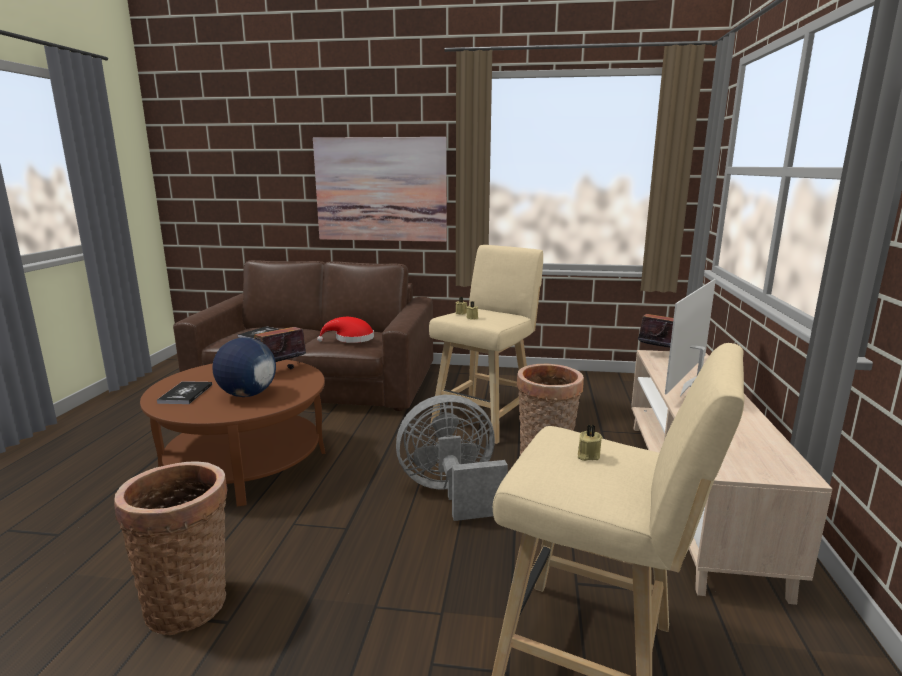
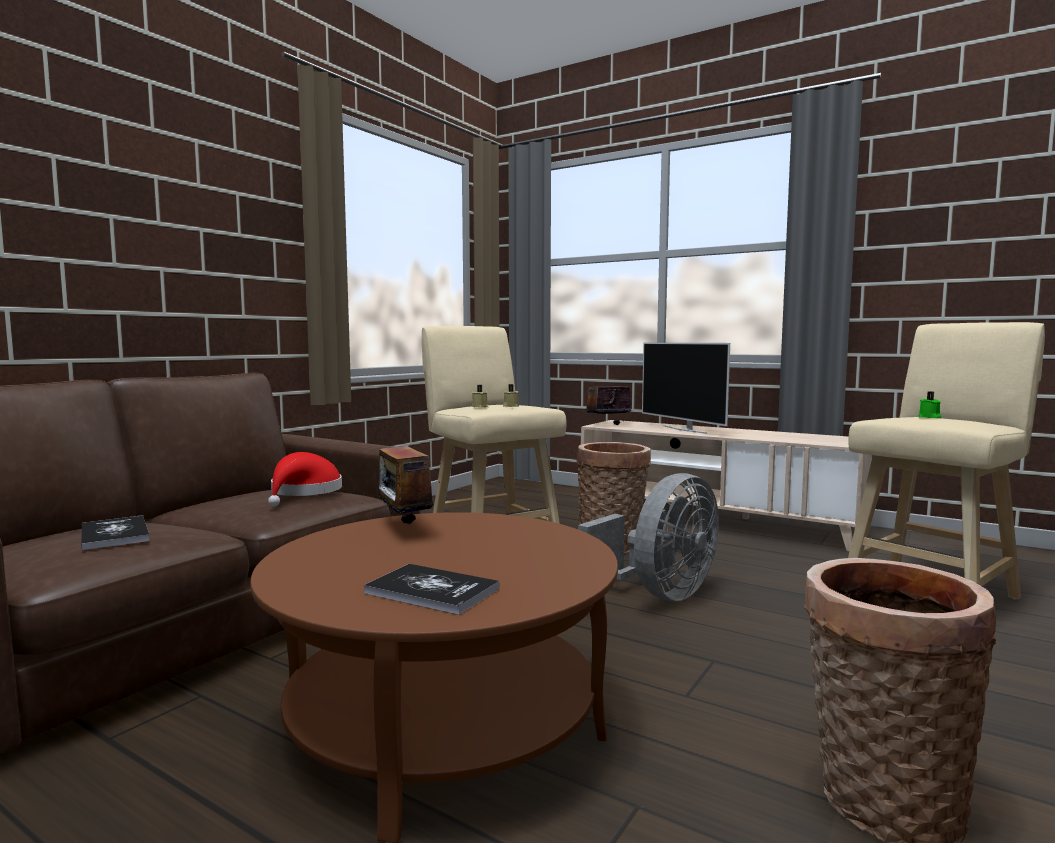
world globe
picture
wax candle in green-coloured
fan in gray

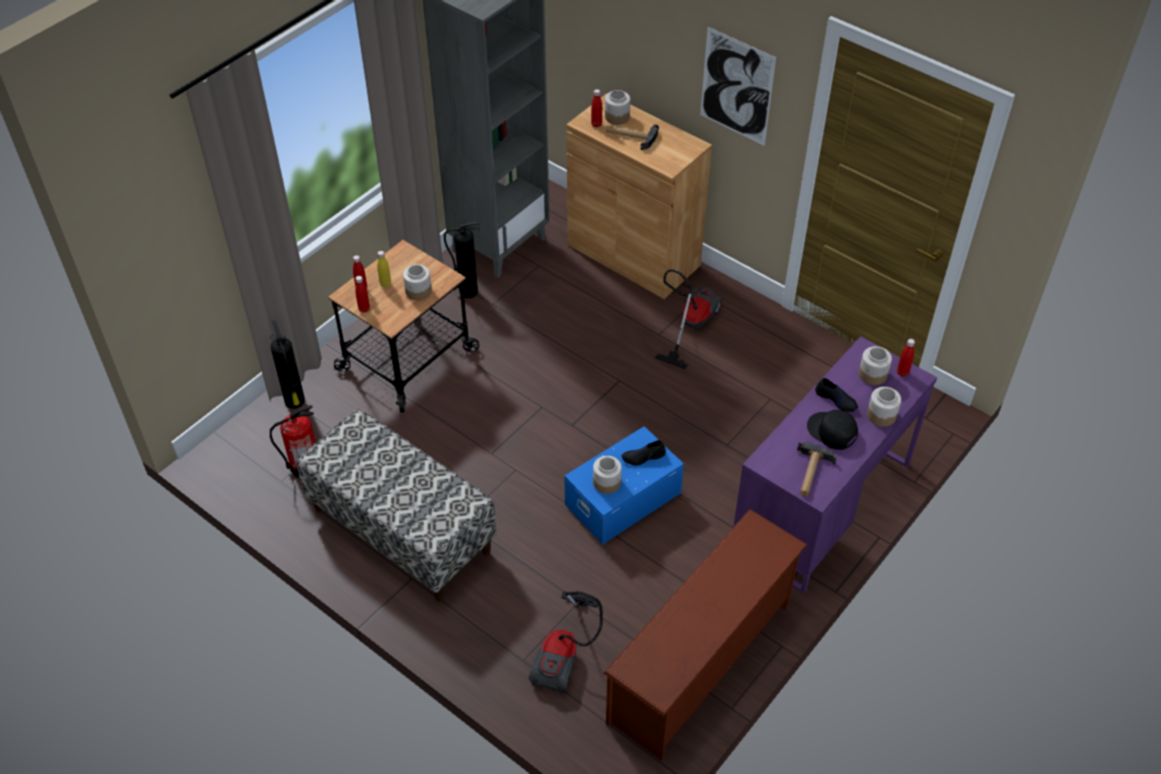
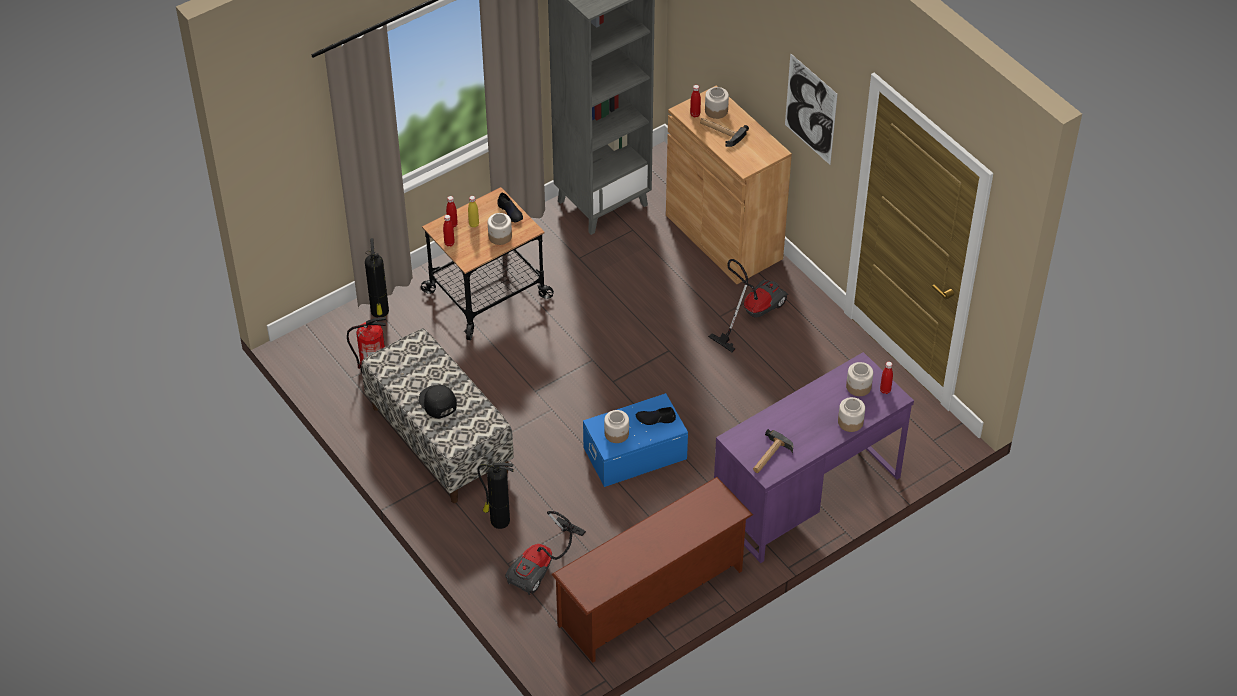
extinguisher (no. 3 from left)
baseball cap in black-coloured
low shoe in black-coloured (no. 1 from left)

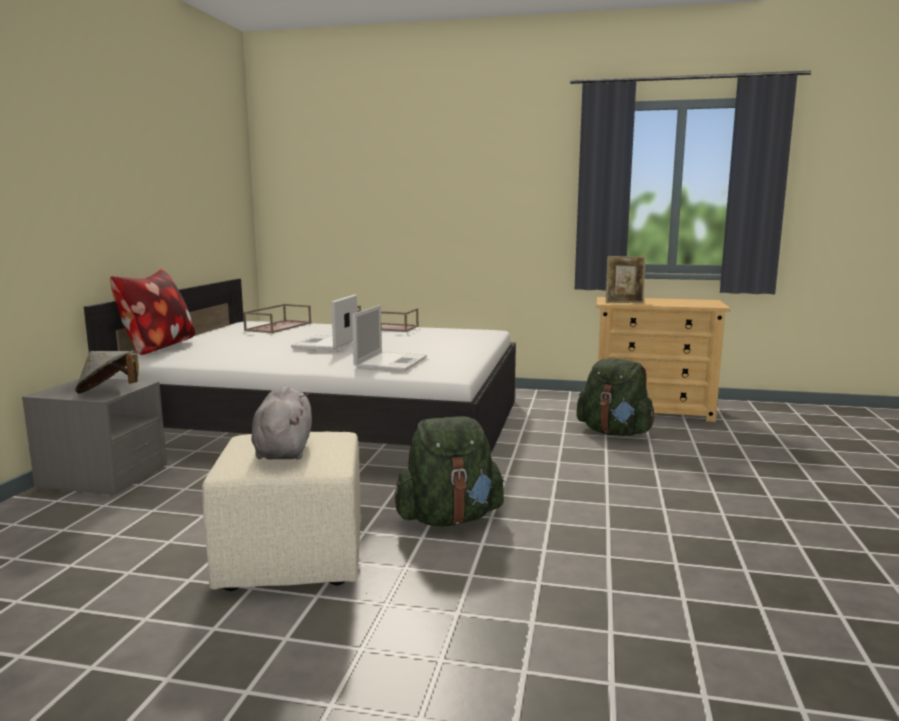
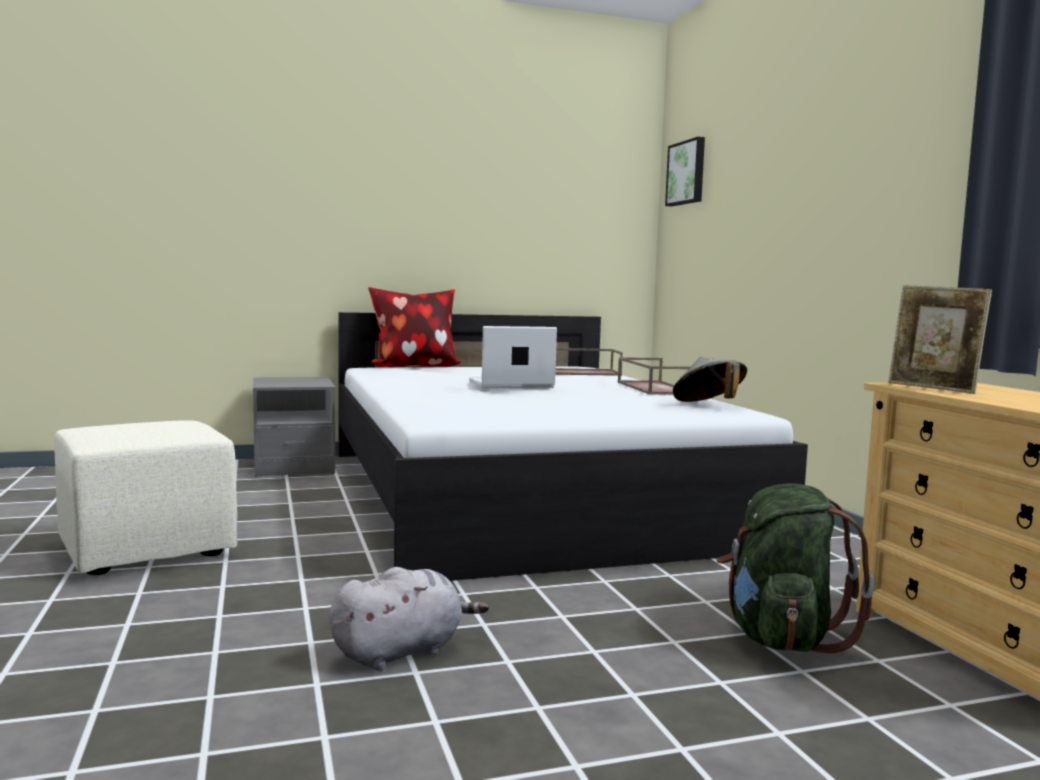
laptop (no. 2 from left in the first image)
knapsack in green-coloured (no. 1 from left in the first image)
picture
clothing hat in gray
soft toy in gray

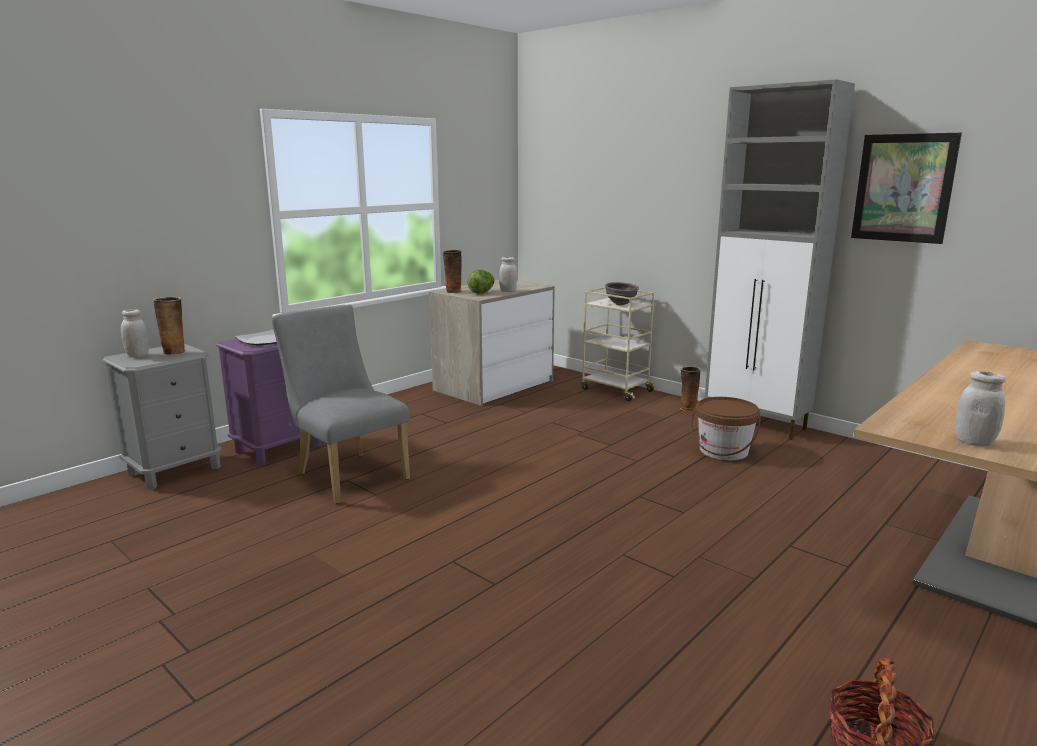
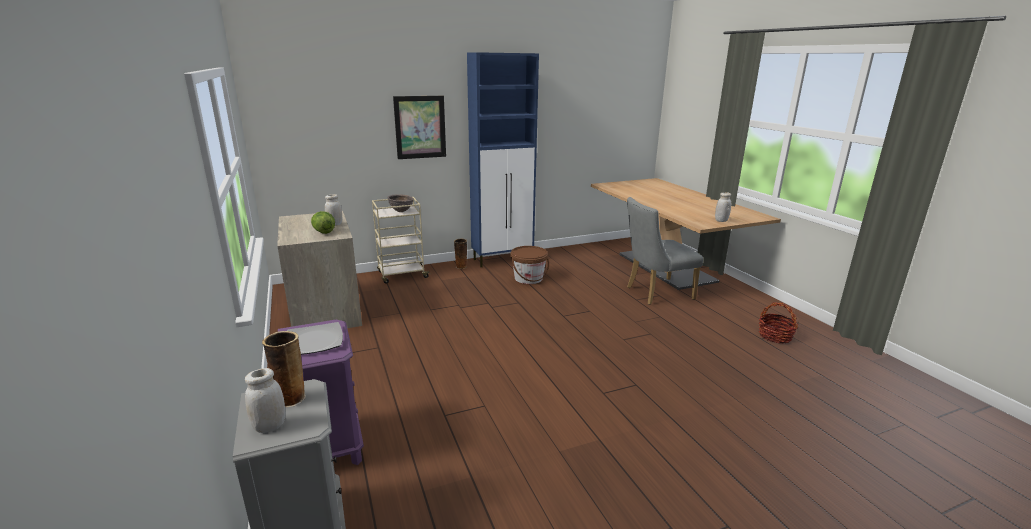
vase (no. 2 from left in the first image)
upright chair in gray
picture
cupboard in blue-coloured

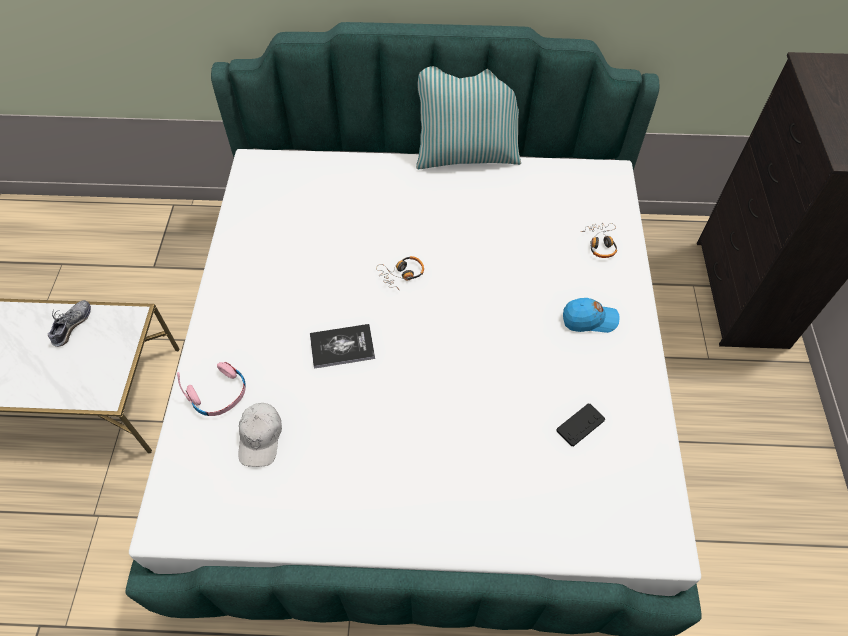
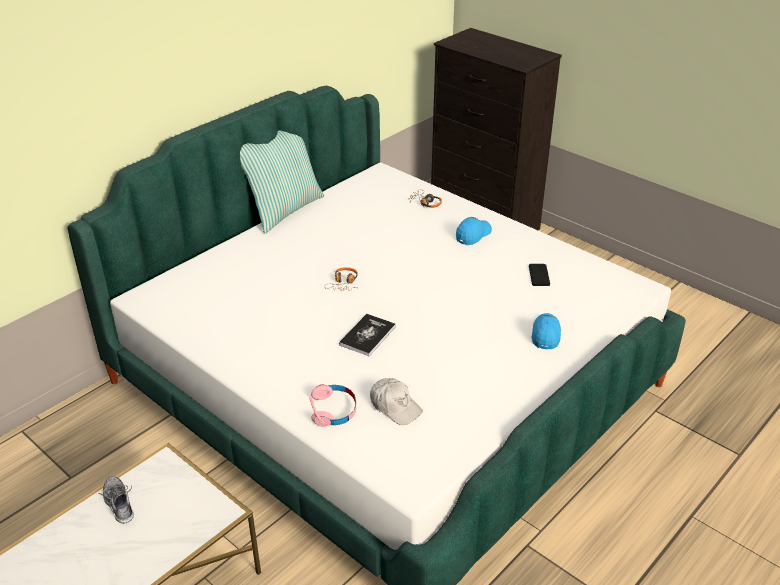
baseball cap in blue-coloured (no. 2 from left)

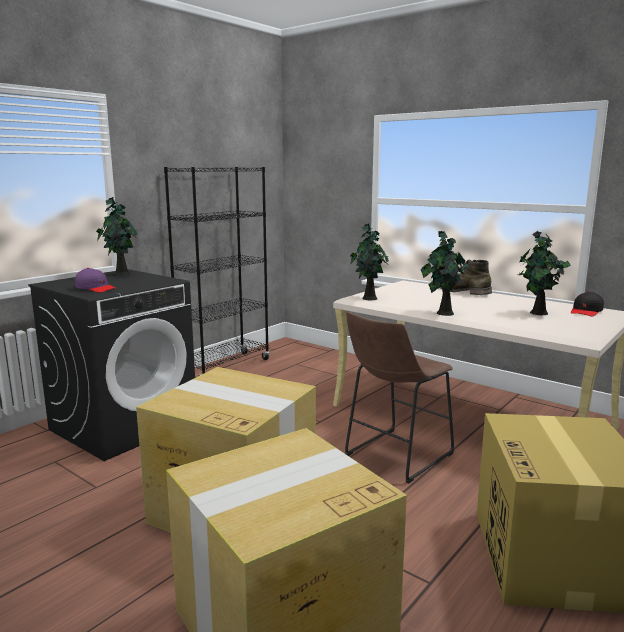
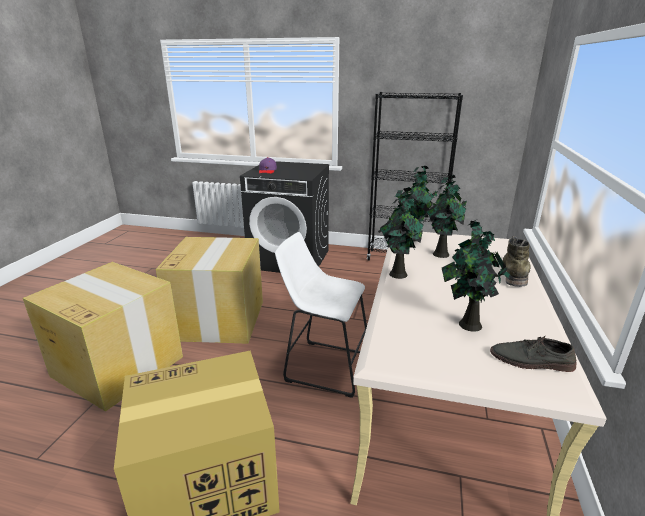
houseplant (no. 3 from left)
low shoe in gray
stool in white-coloured

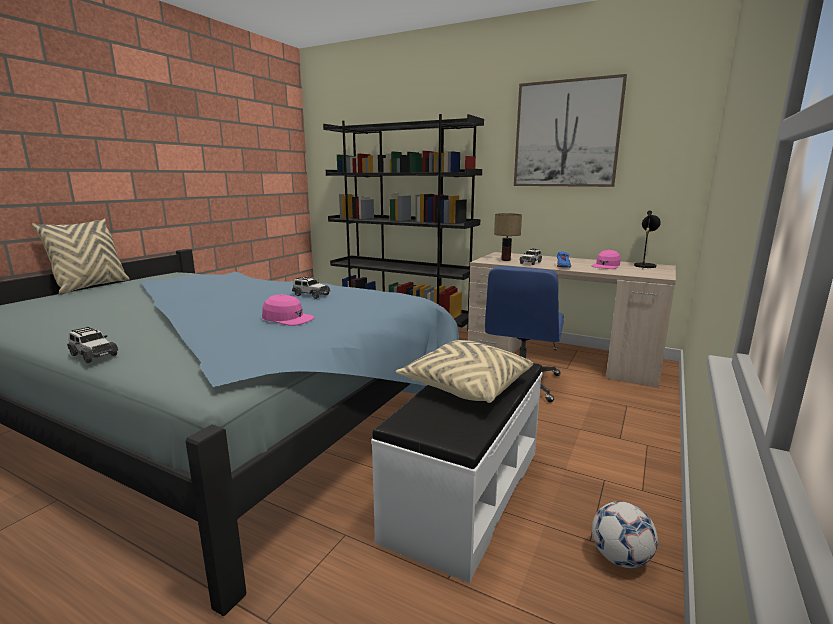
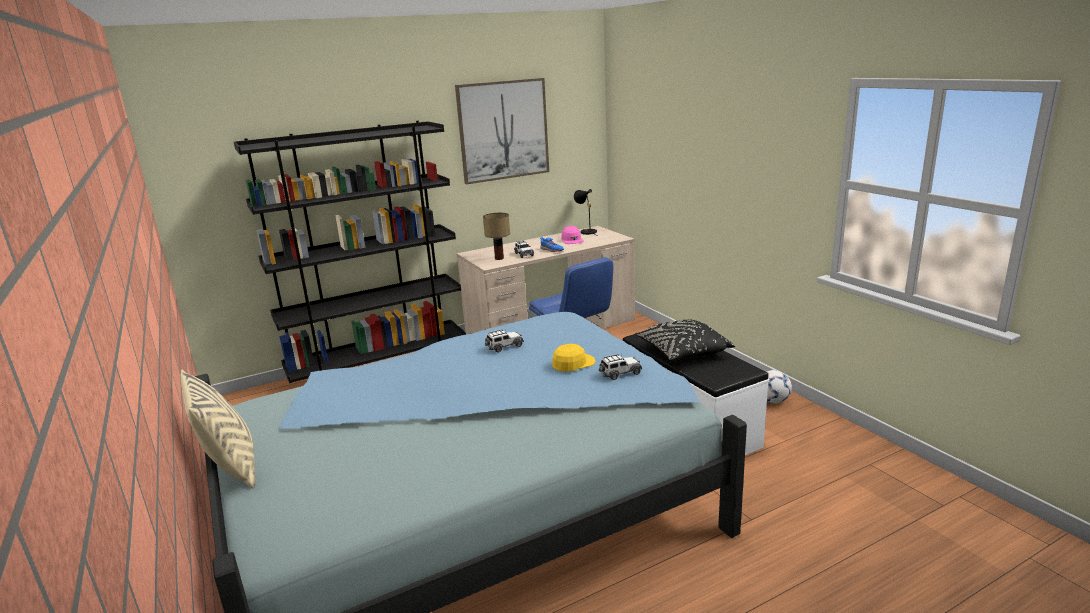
model car (no. 3 from left)
baseball cap in yellow
cushion in black-coloured

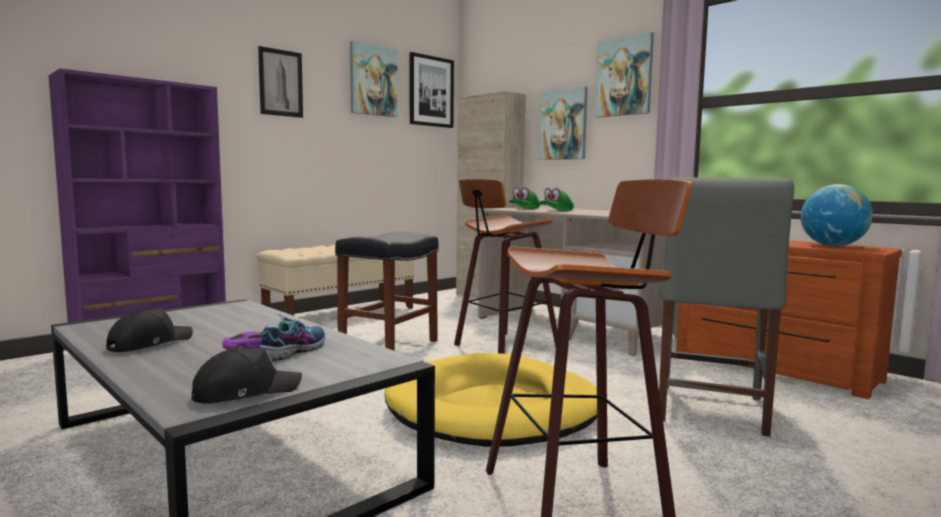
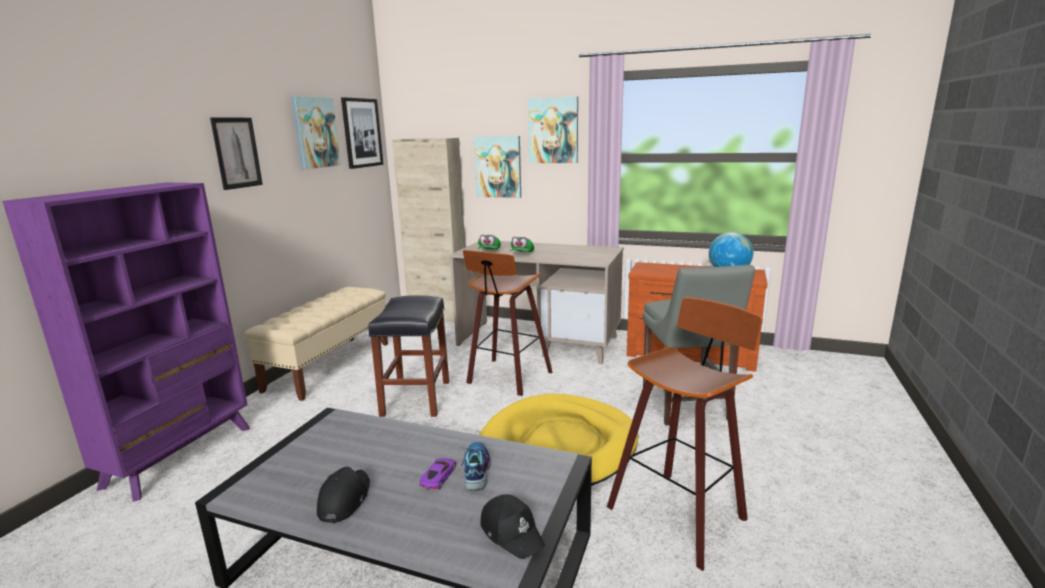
baseball cap in black-coloured (no. 2 from left)

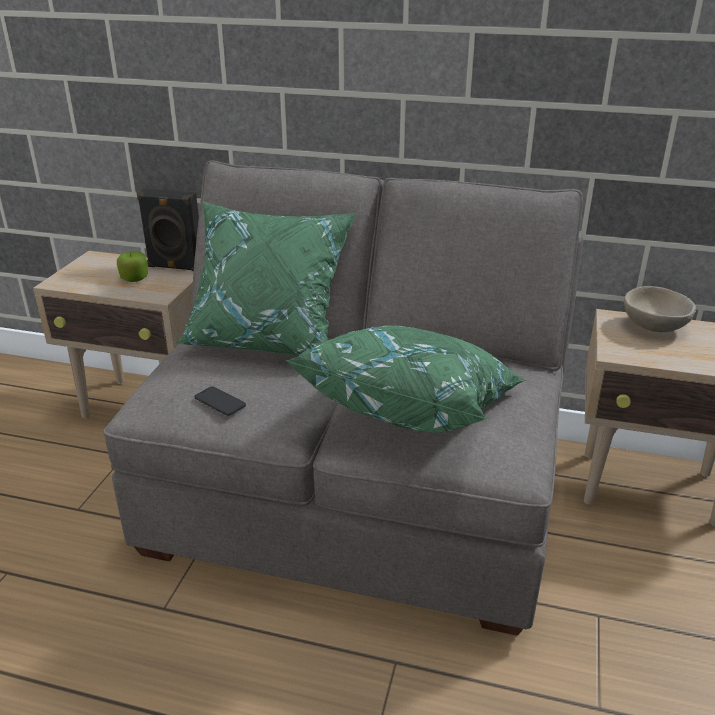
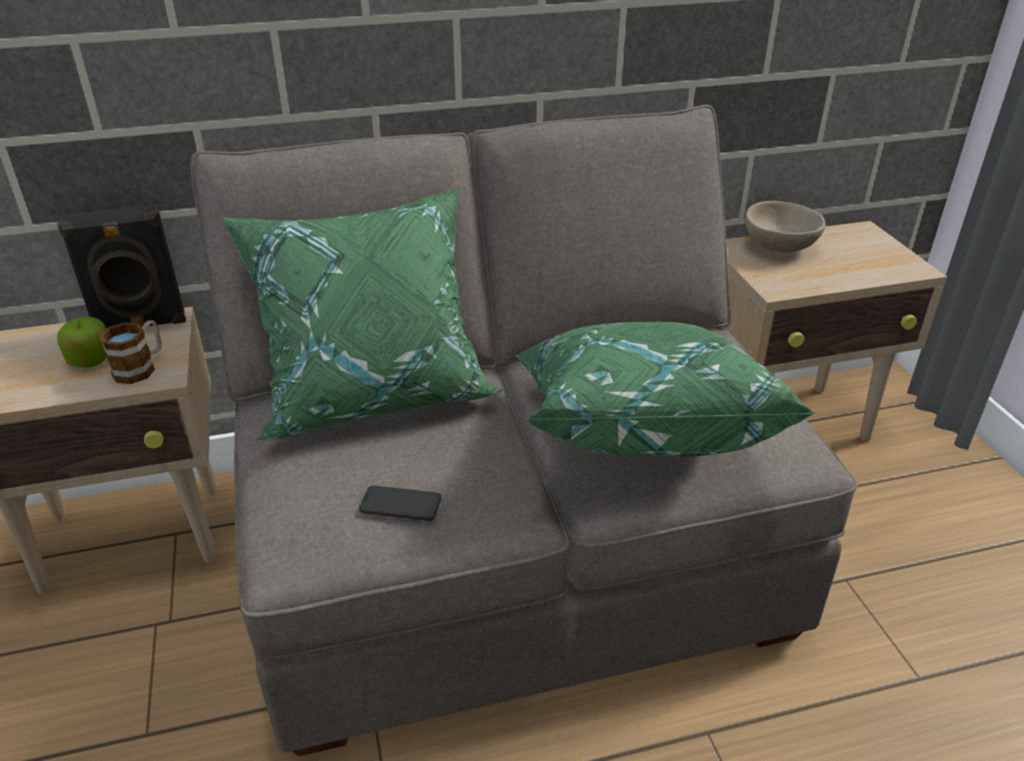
coffee mug

